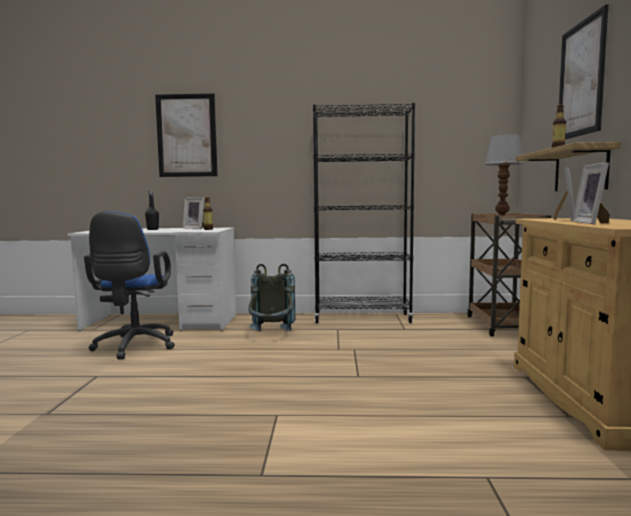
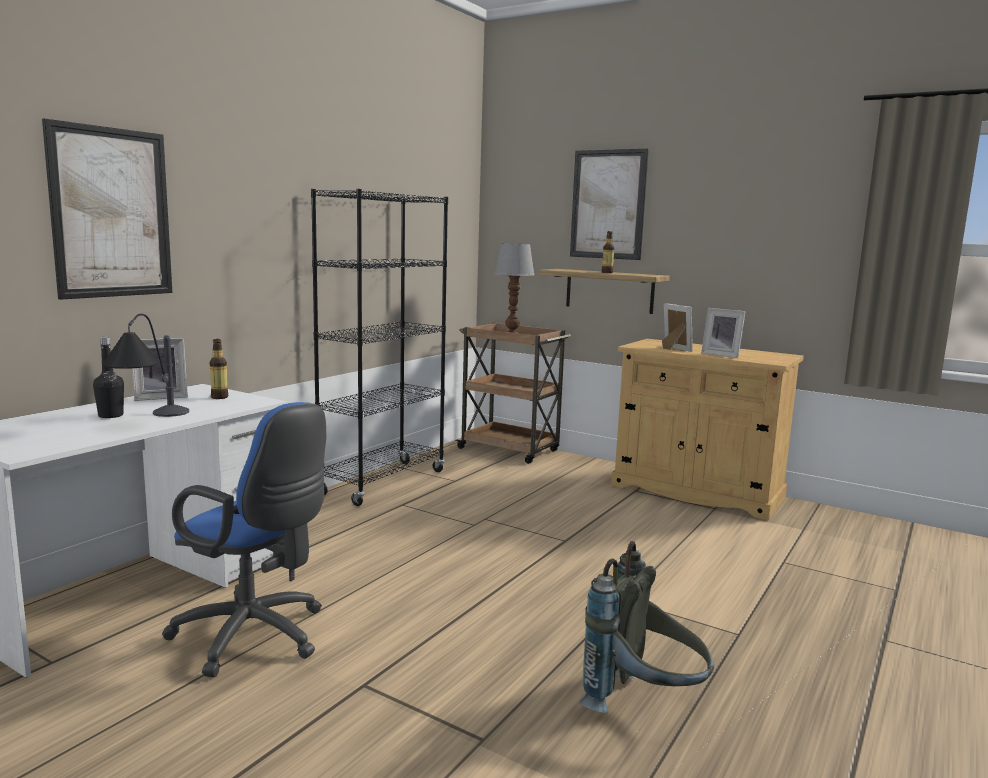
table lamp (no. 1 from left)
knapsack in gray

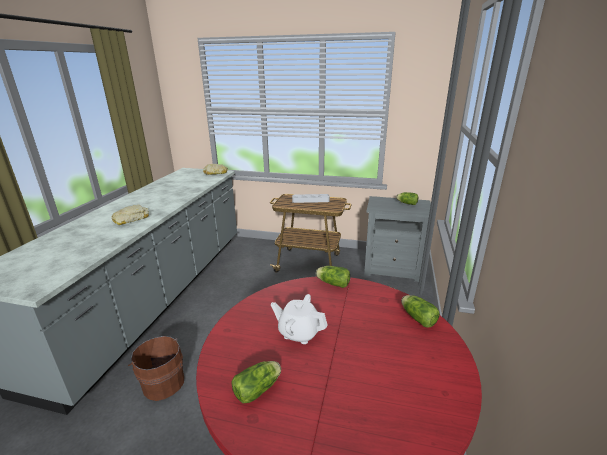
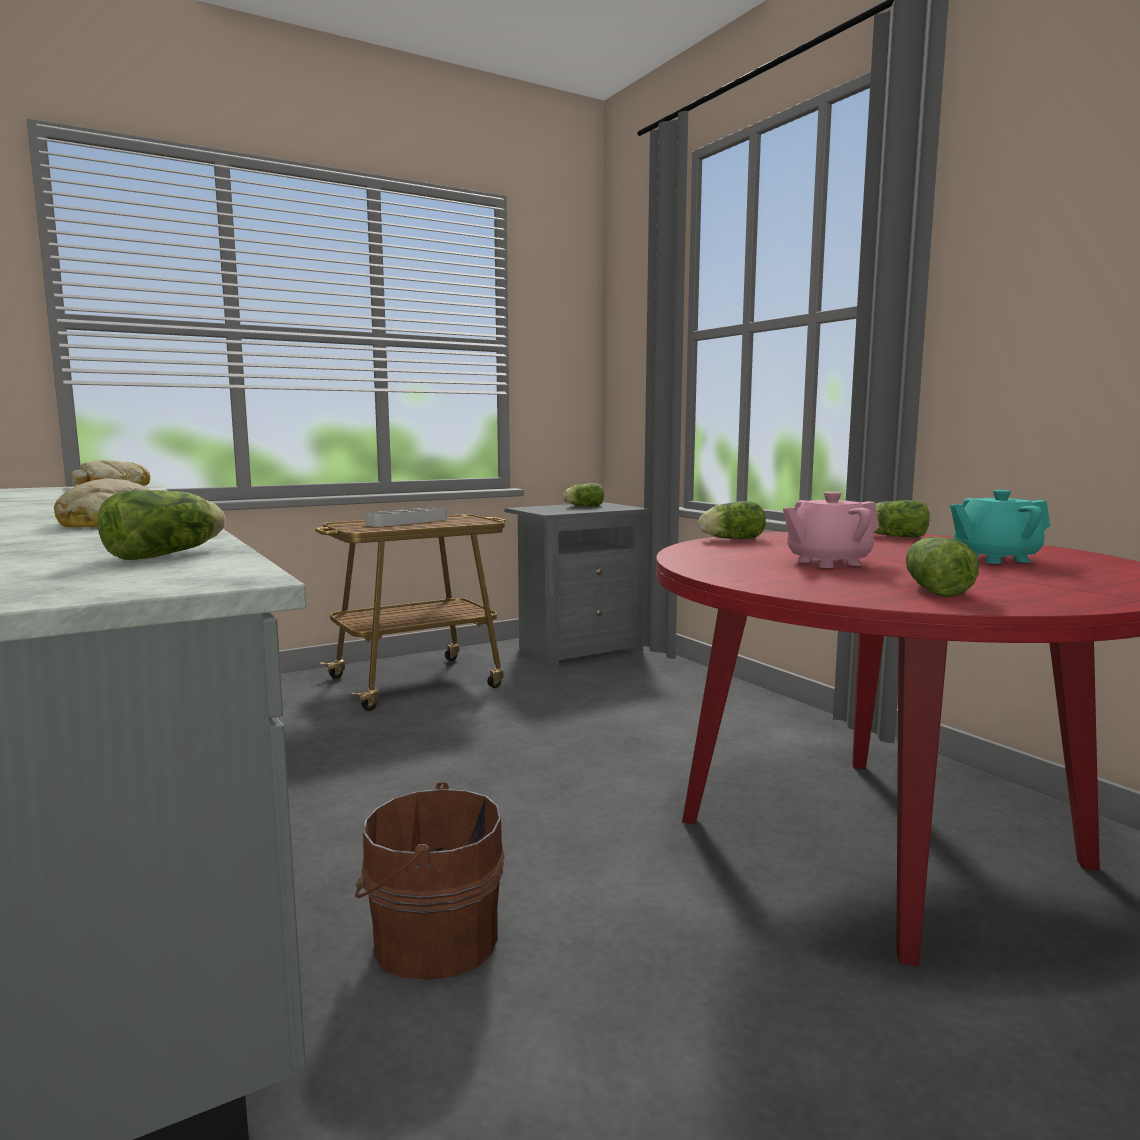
head of lettuce (no. 1 from left)
tea pot in blue-green
tea pot in pink-coloured

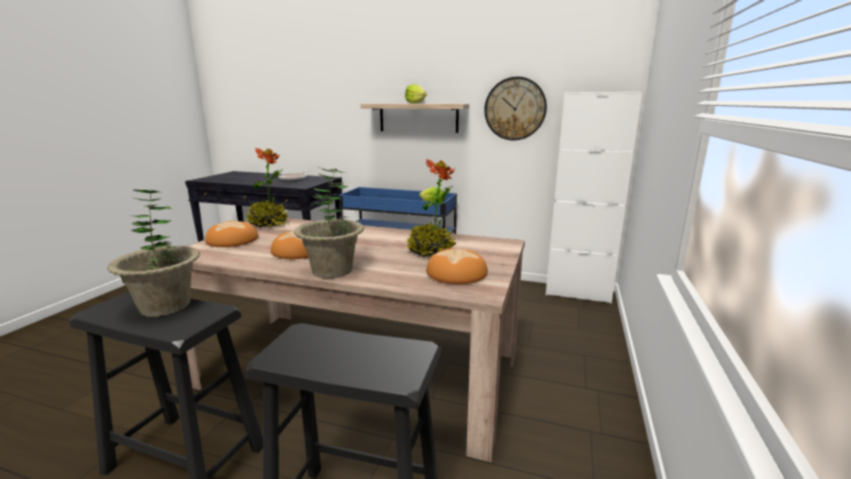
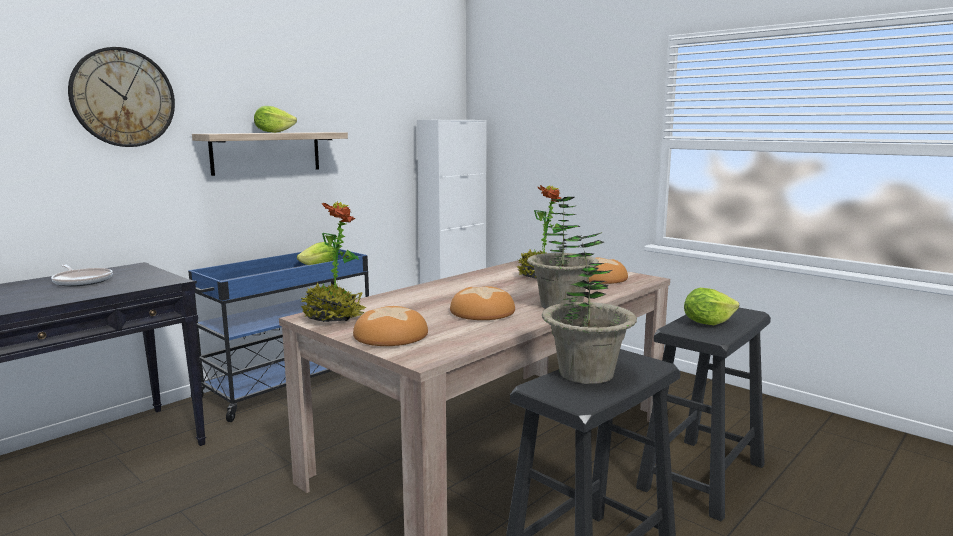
head of lettuce (no. 3 from left)
wall clock

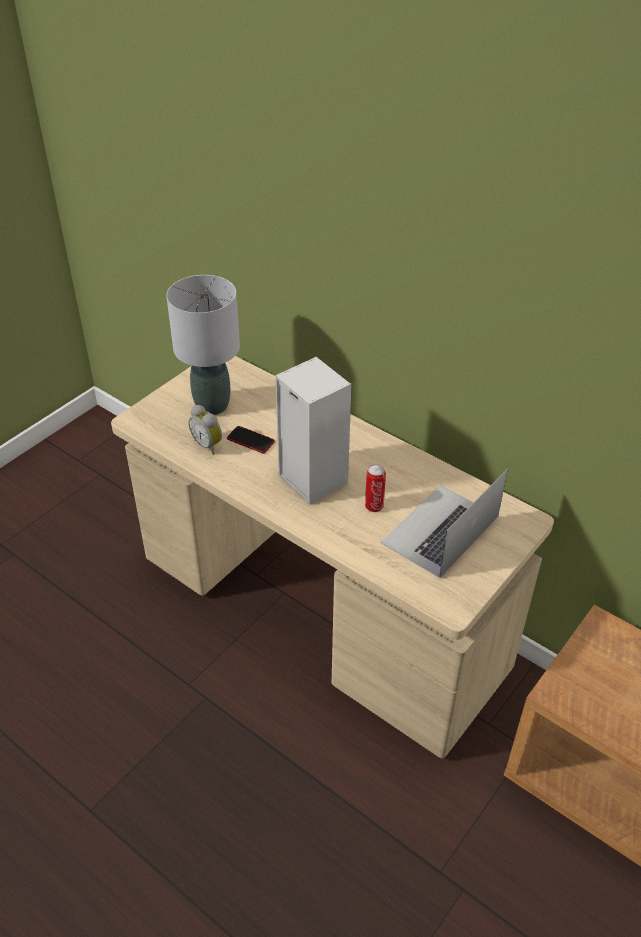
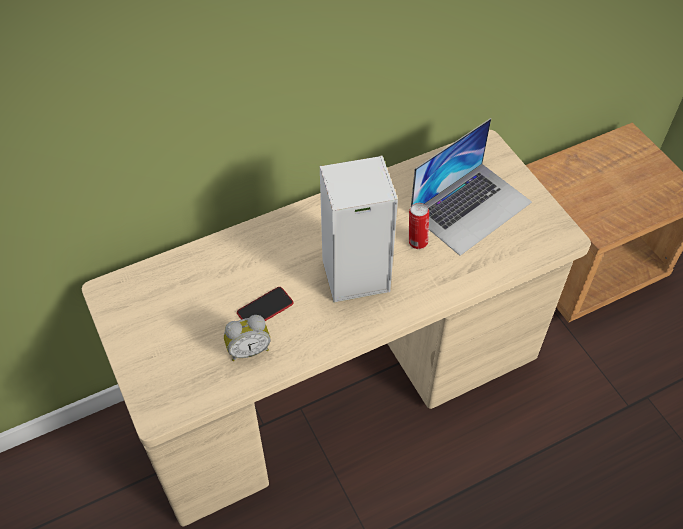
table lamp in gray
laptop

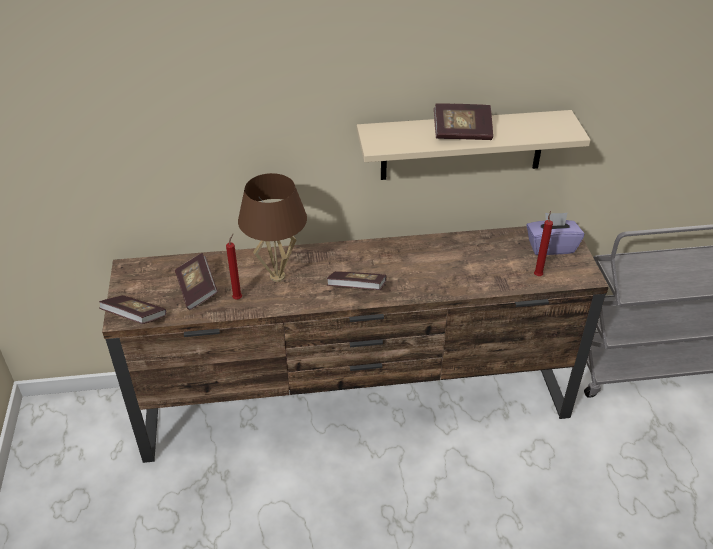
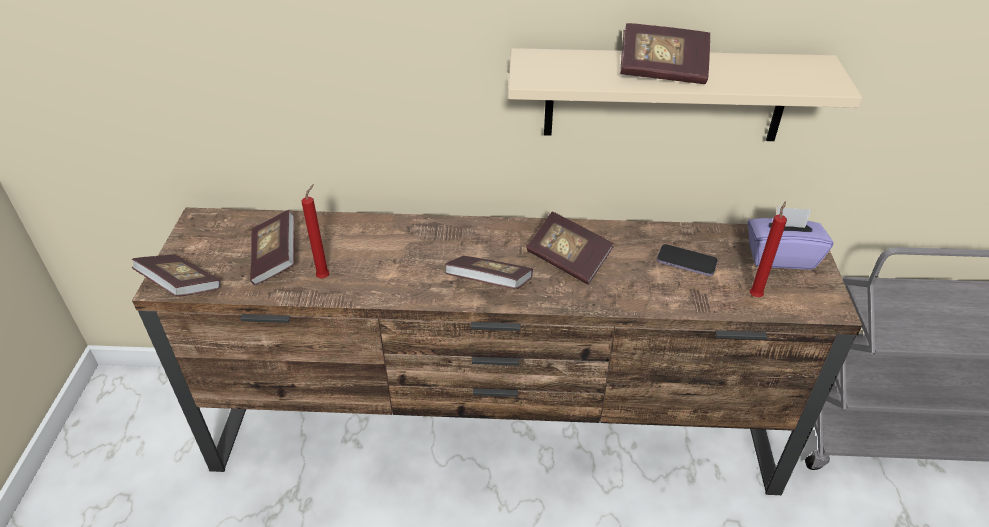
table lamp in brown-coloured
book (no. 4 from left)
phone

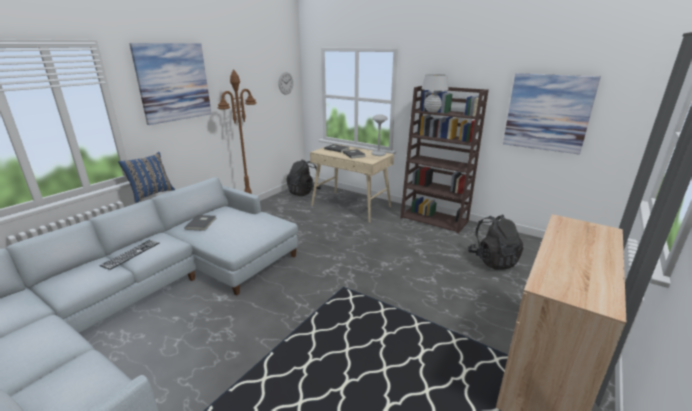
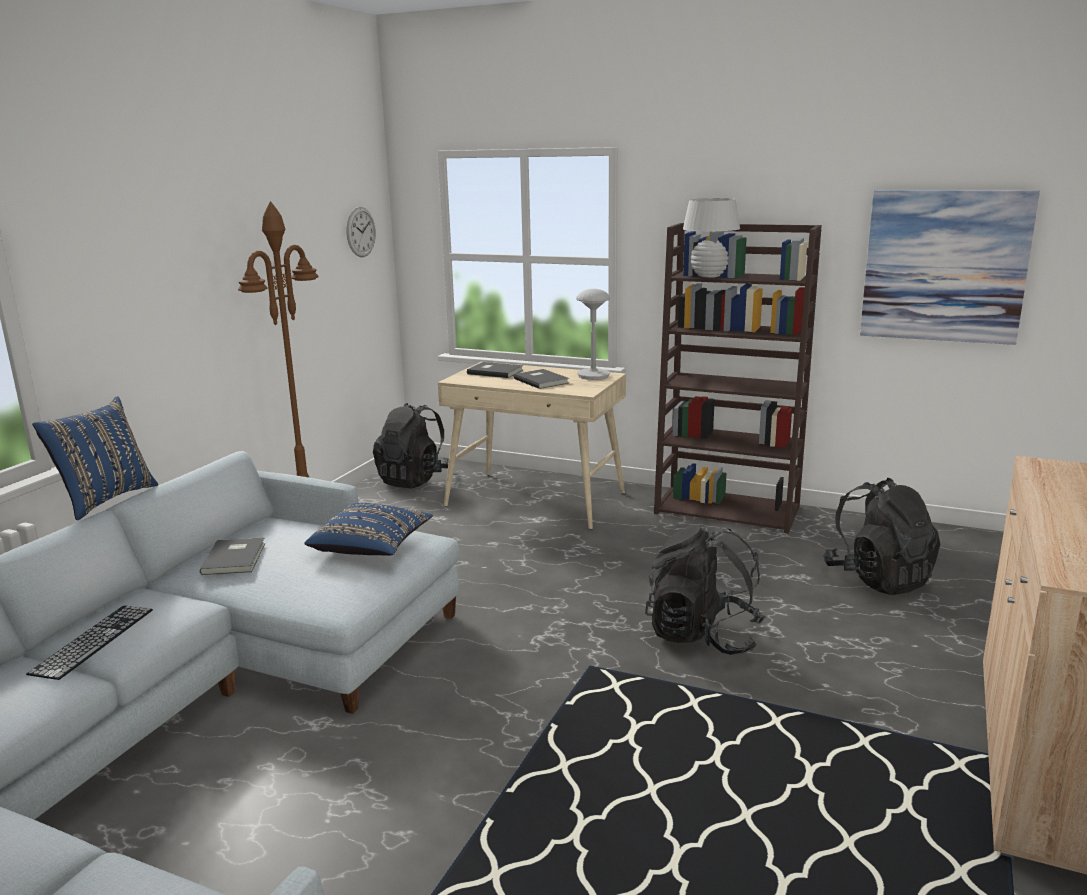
picture (no. 1 from left in the first image)
cushion in blue-coloured (no. 2 from left)
knapsack in black-coloured (no. 2 from left)

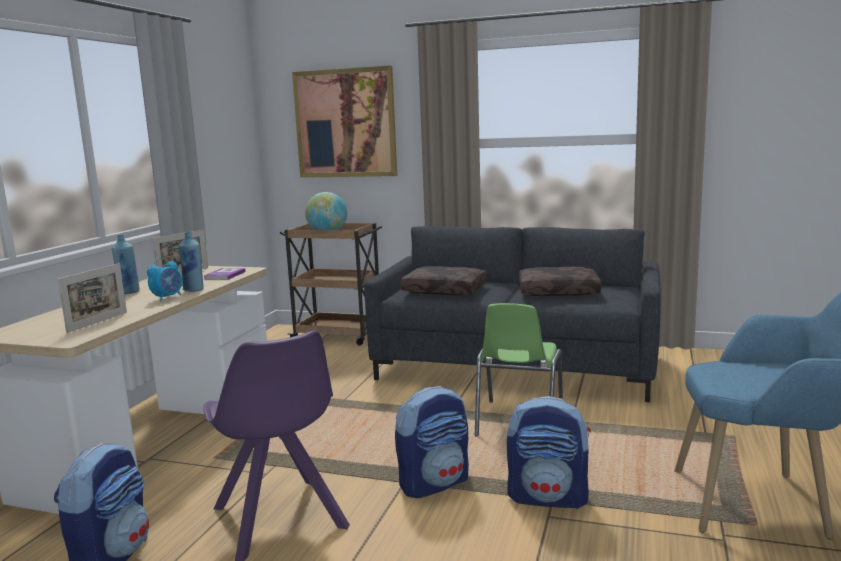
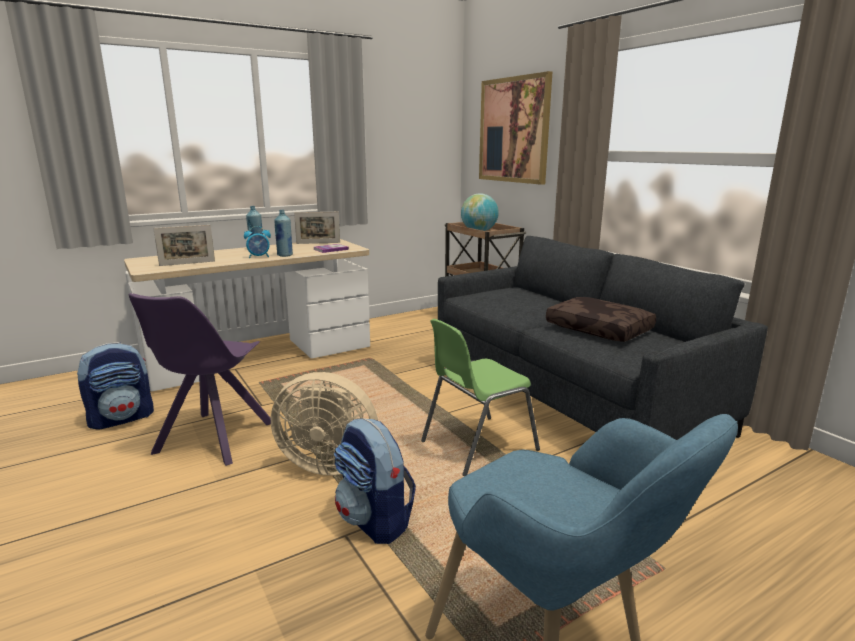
cushion in brown-coloured (no. 1 from left in the first image)
fan in beige

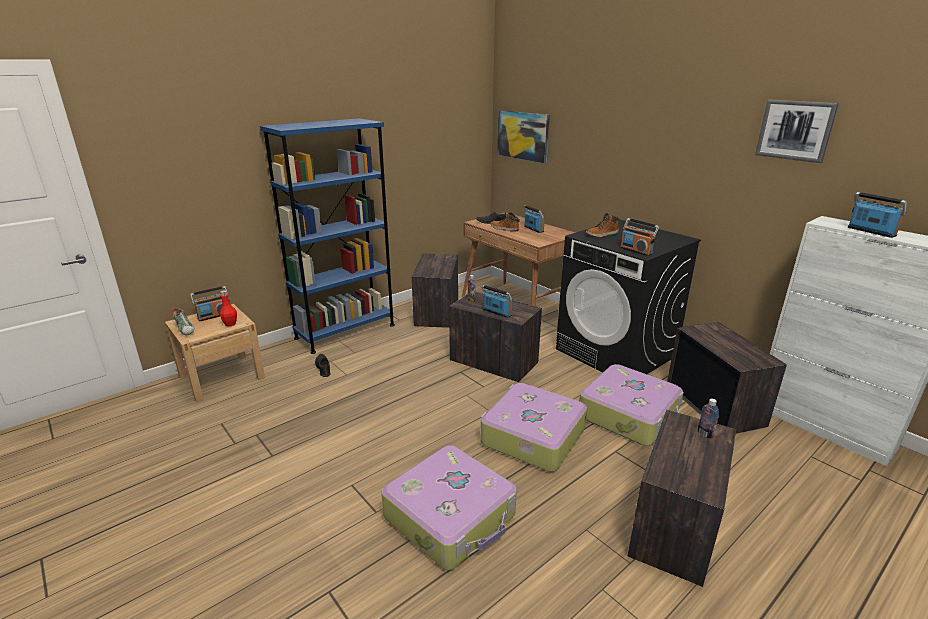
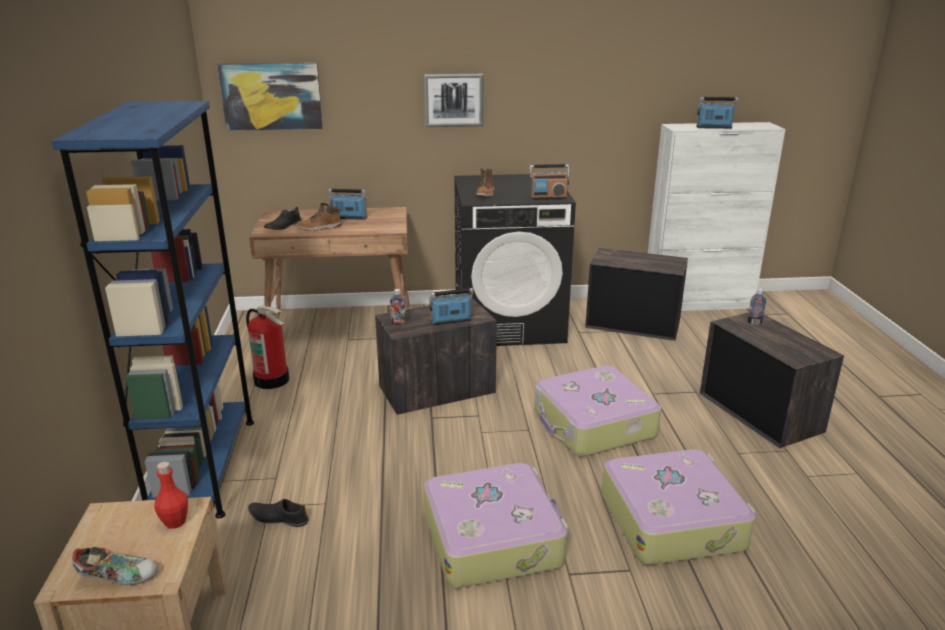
radio (no. 1 from left in the first image)
travel case (no. 1 from left)
picture (no. 2 from left)
extinguisher

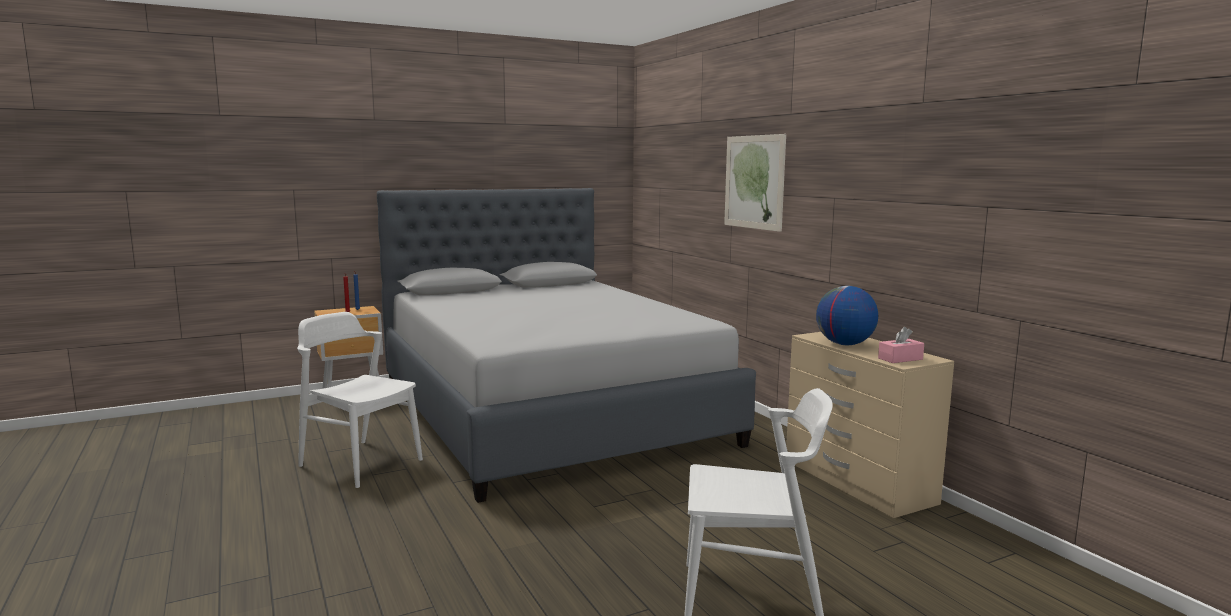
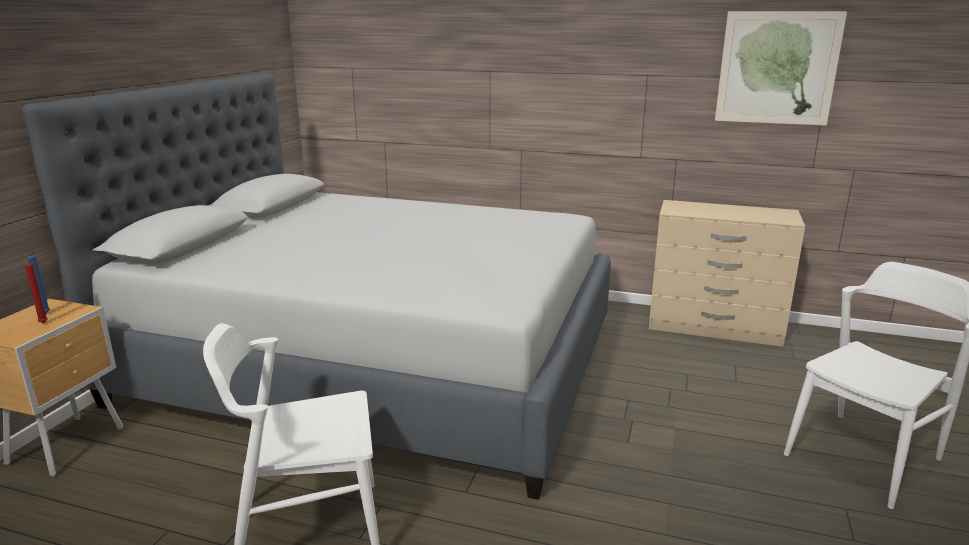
world globe
tissue box in pink-coloured
picture

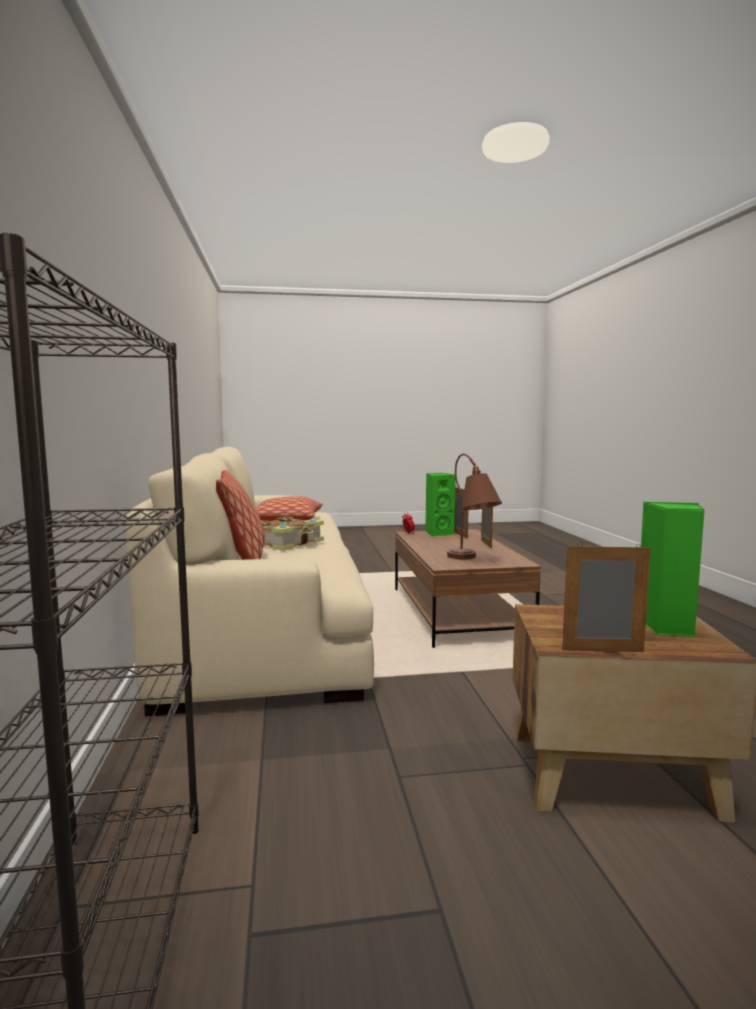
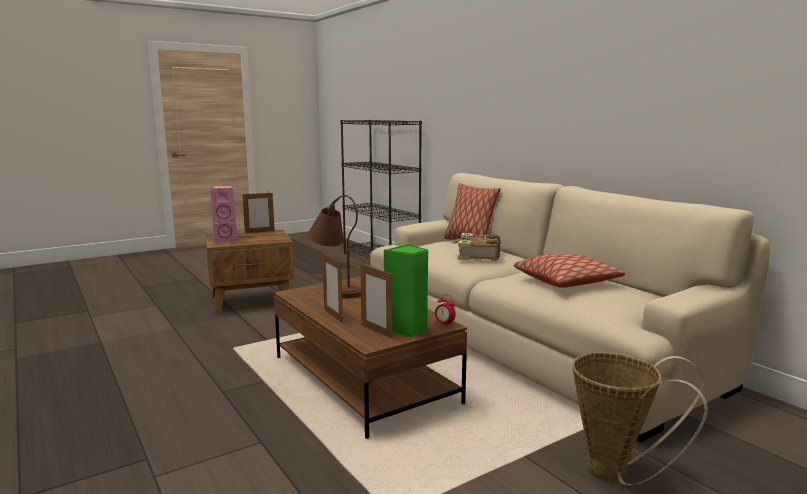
basket
audio speaker in pink-coloured

